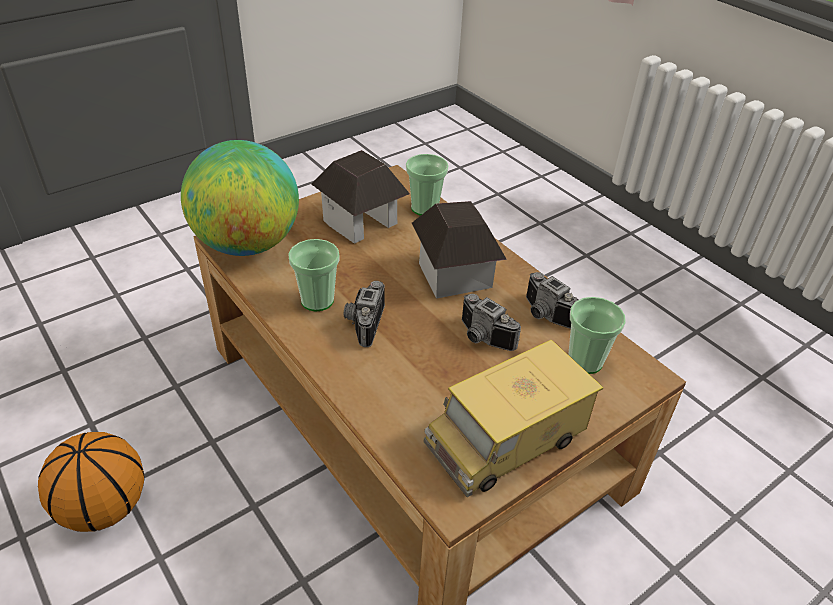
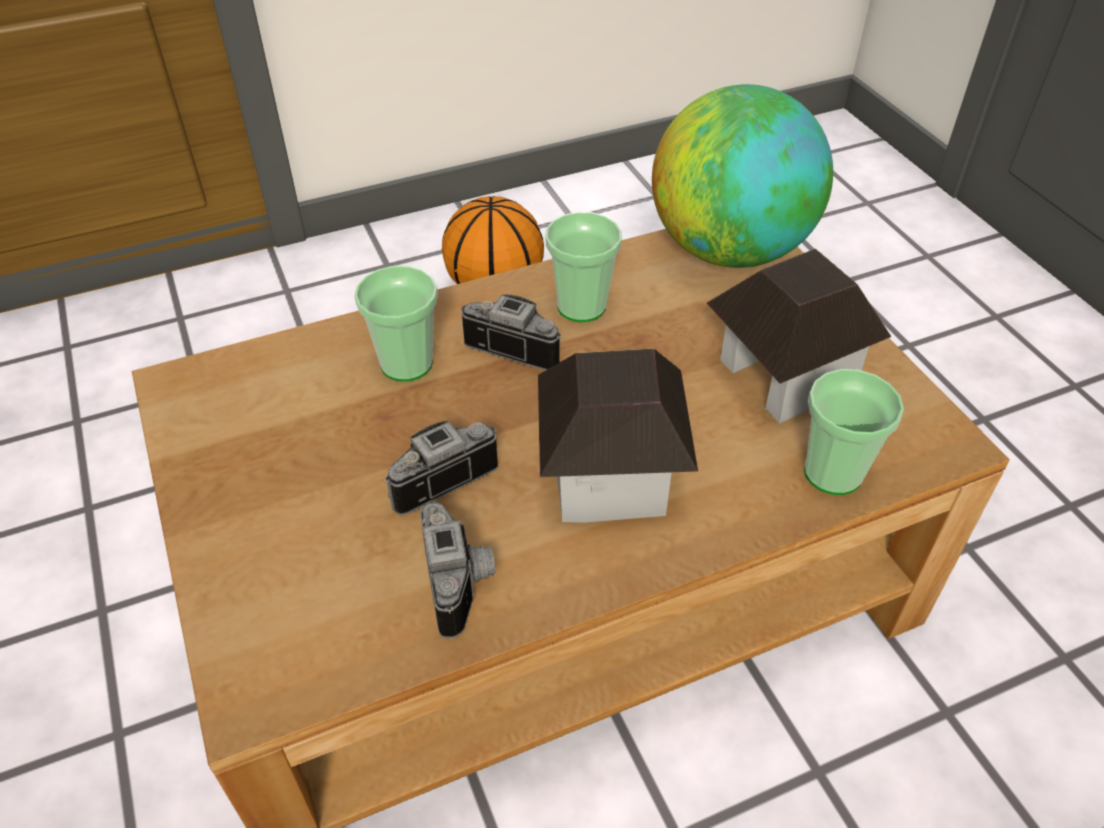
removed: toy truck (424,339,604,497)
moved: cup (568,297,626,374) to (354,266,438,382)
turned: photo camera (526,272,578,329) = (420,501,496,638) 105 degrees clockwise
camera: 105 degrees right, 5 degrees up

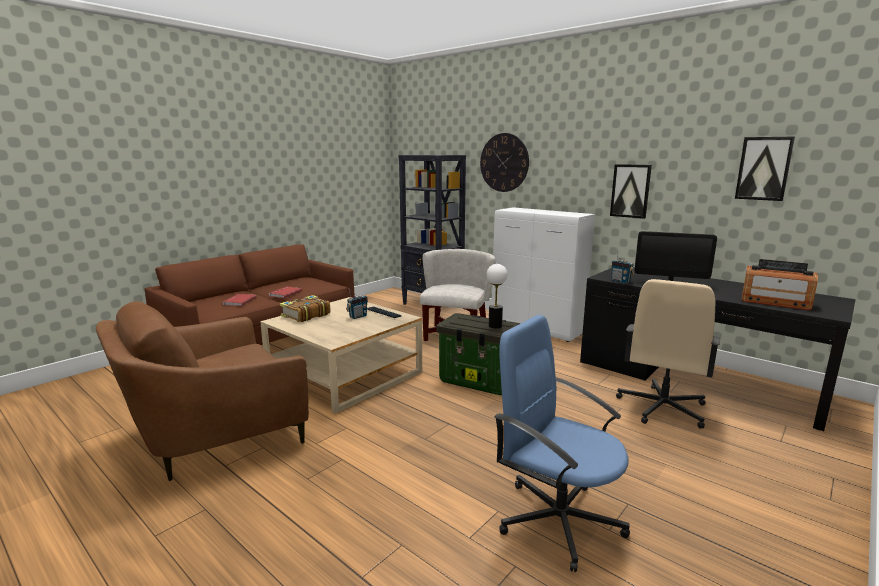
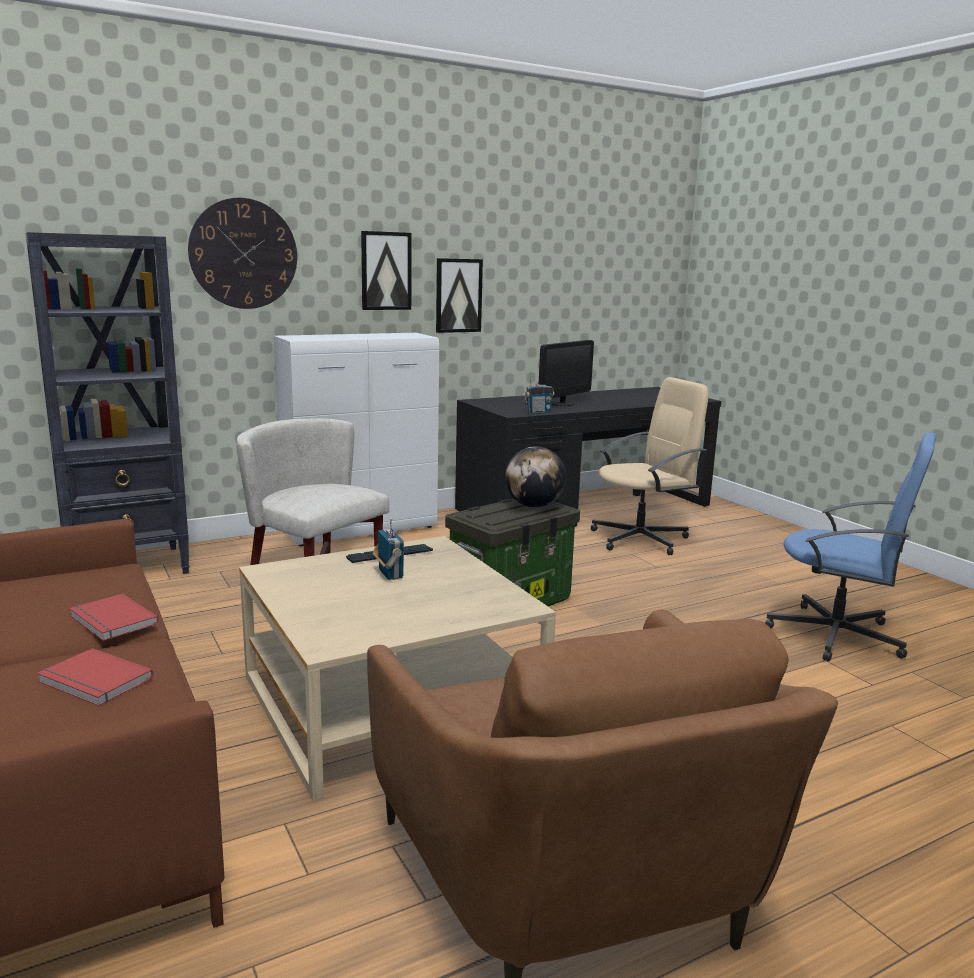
removed: book (280,295,330,322); radio (741,259,818,310)
moved: picture (735,136,795,201) to (361,231,412,310)
replaced: table lamp (486,264,507,328) to globe (505,446,566,508)
turned: beige office chair (616,279,720,429) = (591,377,708,555) 75 degrees counterclockwise; blue office chair (494,315,630,572) = (765,432,936,661) 120 degrees counterclockwise
camera: 70 degrees left, 0 degrees up

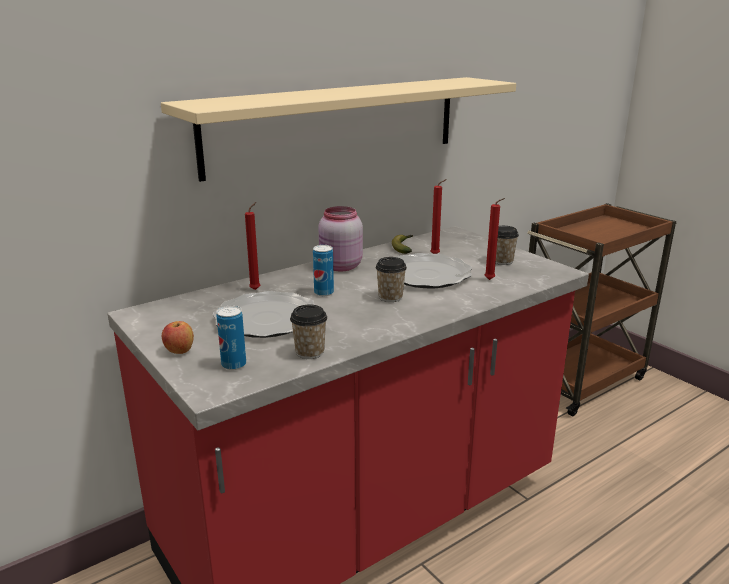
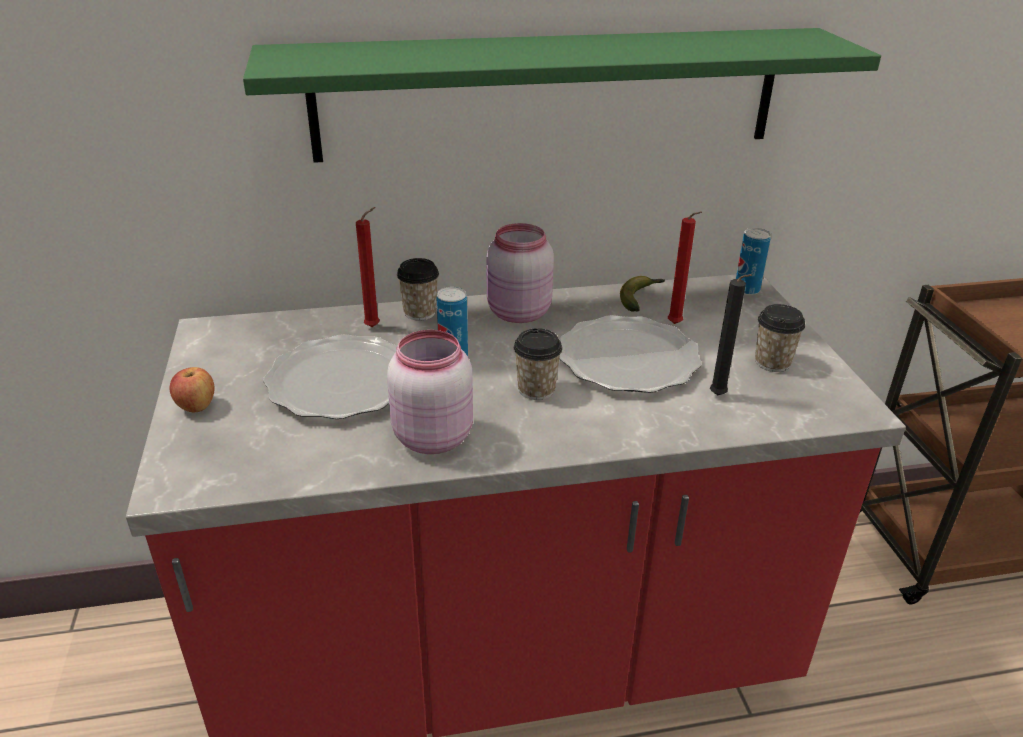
added: pink jar (387,330,473,454)
moved: cup (290,305,327,359) to (397,258,439,321); can (216,306,246,370) to (736,228,771,295)
recoloured: beige shelf (161,77,516,182) to green shelf (243,28,881,163); red candle (485,198,505,280) to black candle (710,274,752,395)
camera: 25 degrees right, 10 degrees up

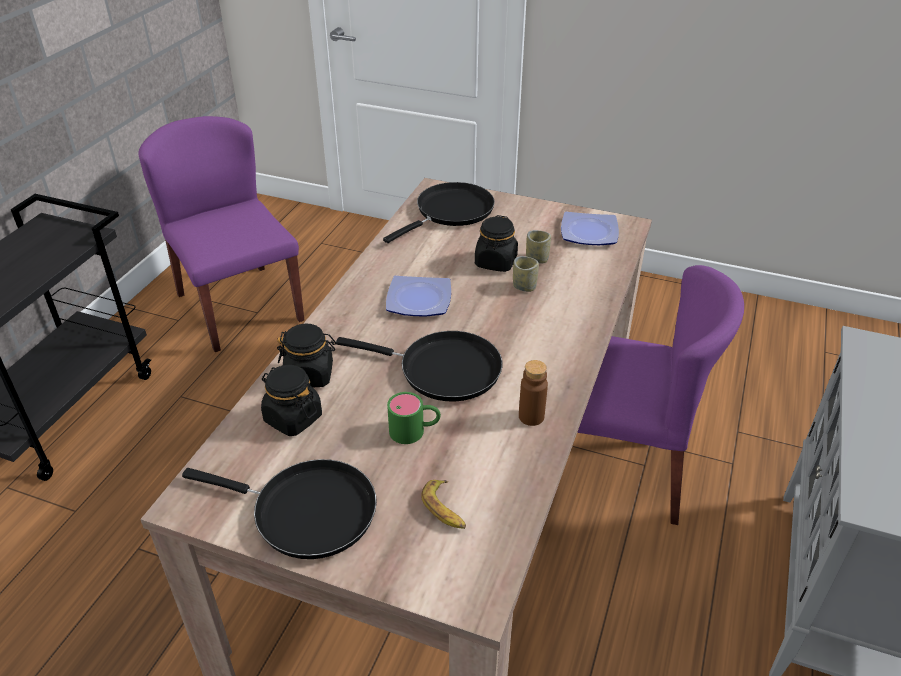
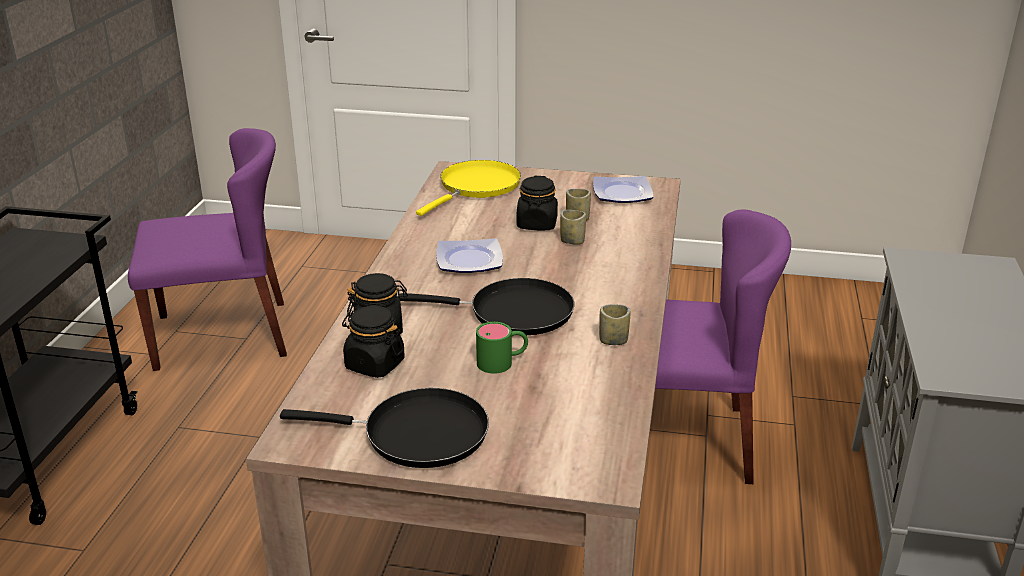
removed: banana (421,480,466,529)
replaced: brown bottle (519,360,548,426) to cup (599,304,631,345)
recoloured: black frying pan (383,182,495,243) to yellow frying pan (416,160,521,216)
turned: purple chair (138,116,304,352) = (128,128,287,371) 120 degrees clockwise
camera: 10 degrees left, 10 degrees down

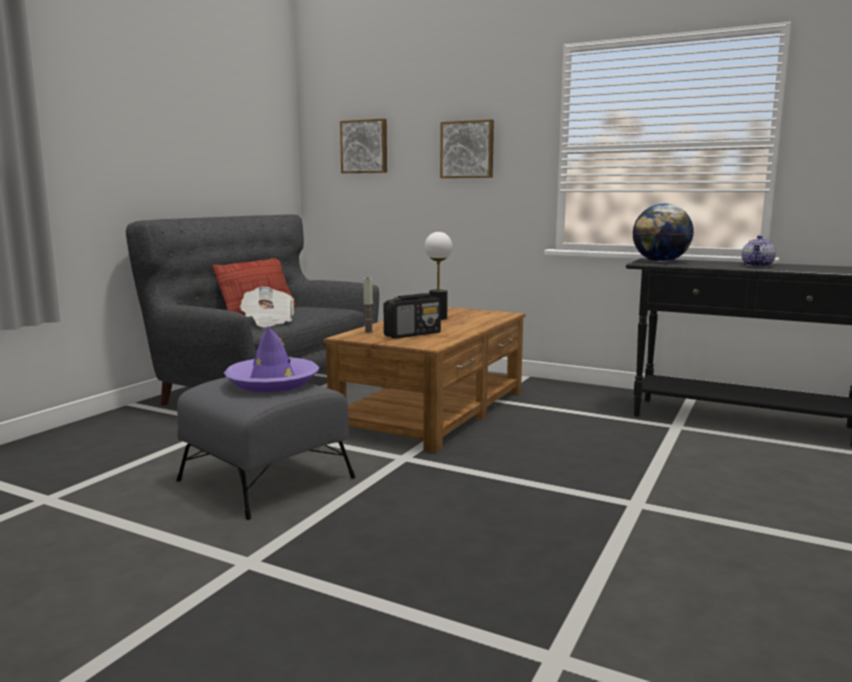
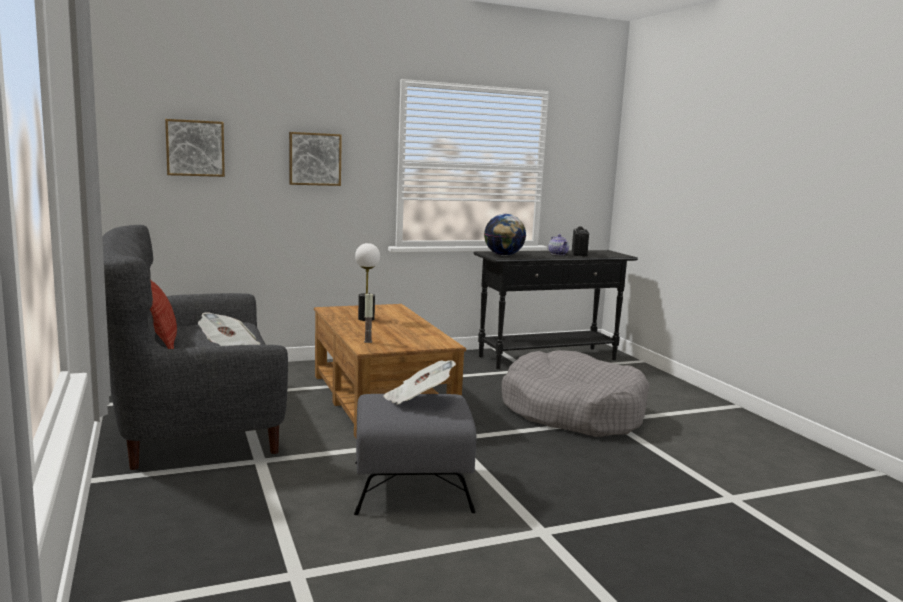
added: grey dog bed (502,350,649,437)
moved: radio (384,293,441,339) to (572,226,589,256)
replaced: purple hat (224,326,319,392) to newspaper (383,360,456,405)
camera: 50 degrees left, 0 degrees up

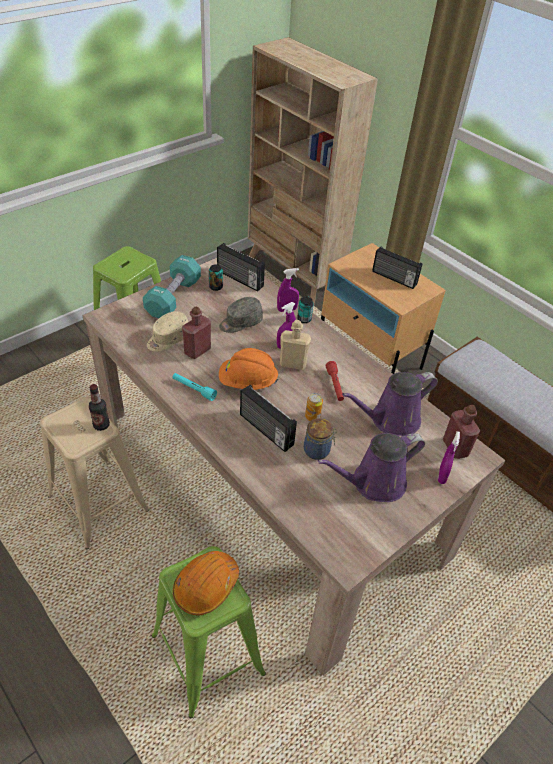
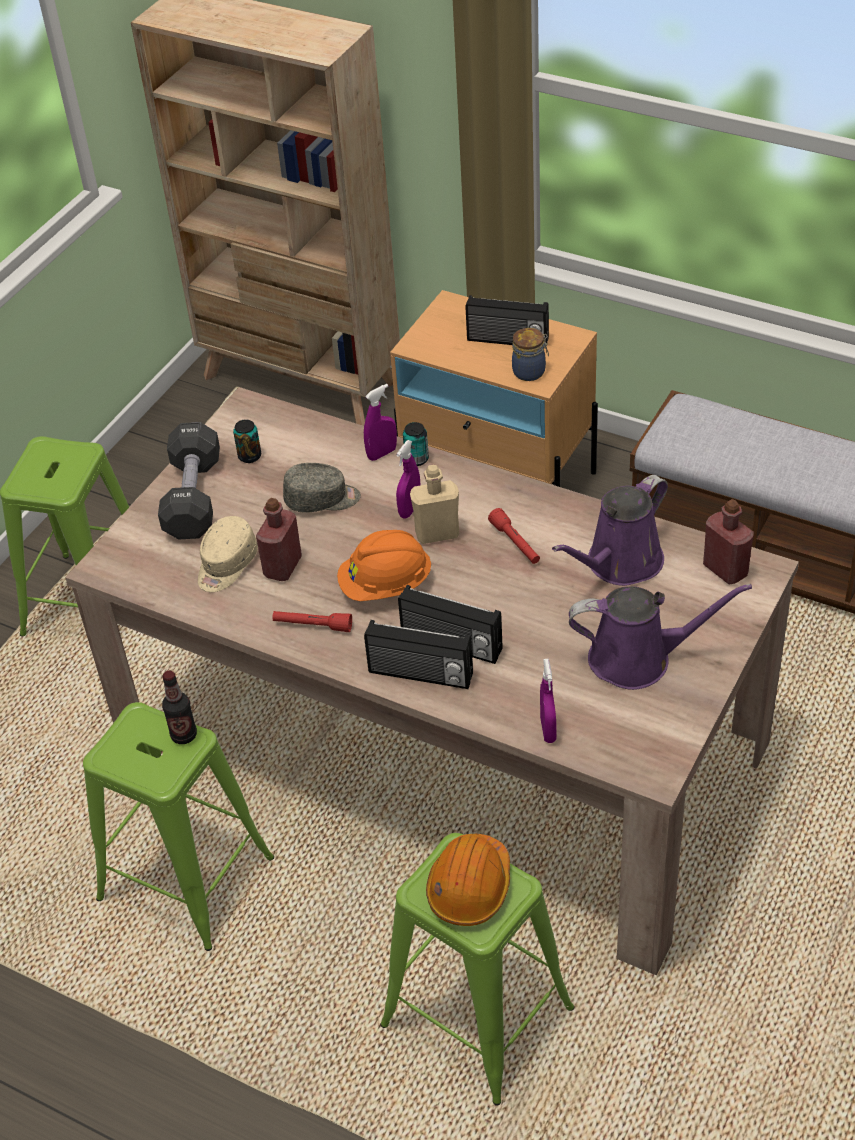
removed: can (305,393,323,421)
moved: radio (217,243,265,292) to (364,620,473,689); jar (304,418,336,460) to (512,328,549,381); purple spray bottle (438,431,460,484) to (540,659,557,743)
recoloured: beige stool (40,397,149,549) to green stool (83,702,274,951); turquoise dumbbell (143,255,201,318) to black dumbbell (158,422,220,539); turquoise flashlight (172,373,217,401) to red flashlight (272,611,352,632)
turned: grey cap (219,297,263,333) = (283,463,361,513) 135 degrees counterclockwise; purple watering can (318,433,425,502) = (569,584,752,690) 135 degrees counterclockwise
camera: 15 degrees left, 0 degrees up

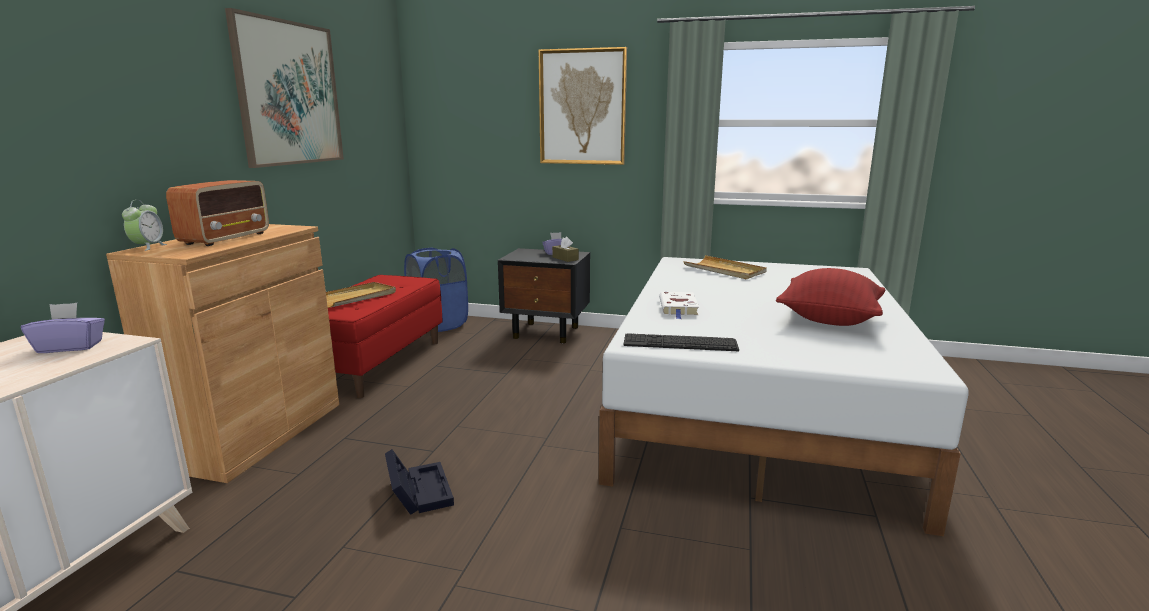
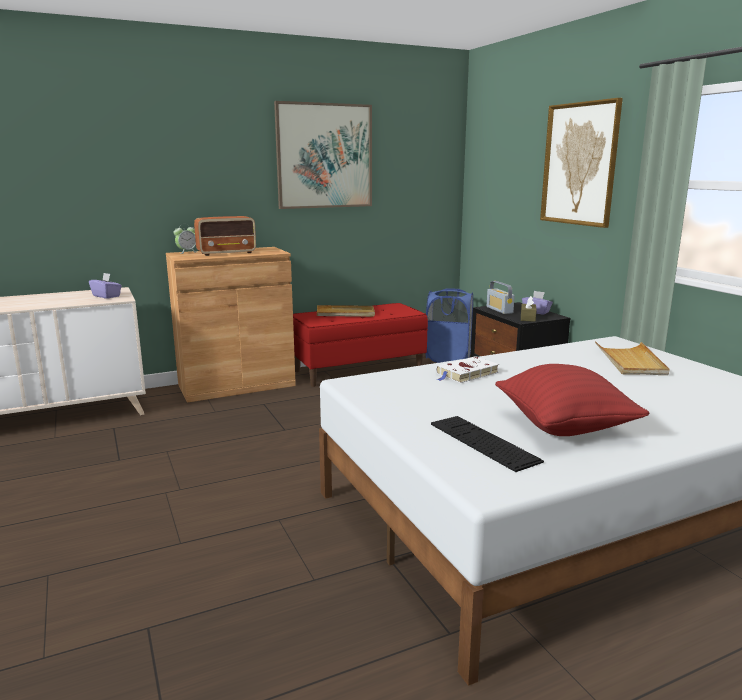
removed: black storage box (385,449,454,515)
added: radio (487,281,515,314)
moved: keyboard (623,333,739,351) to (431,416,544,472)
camera: 50 degrees right, 0 degrees up

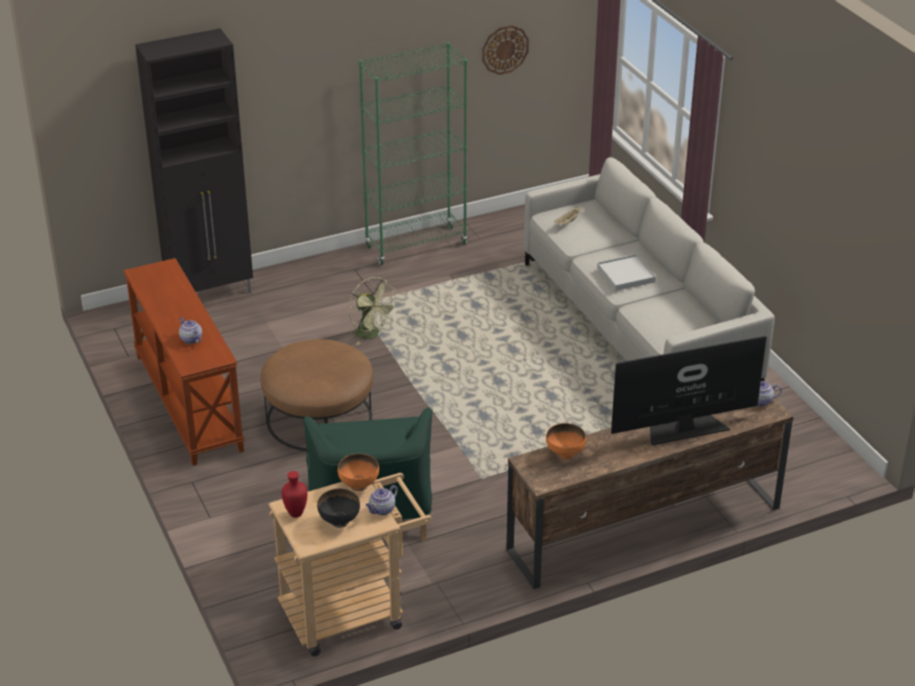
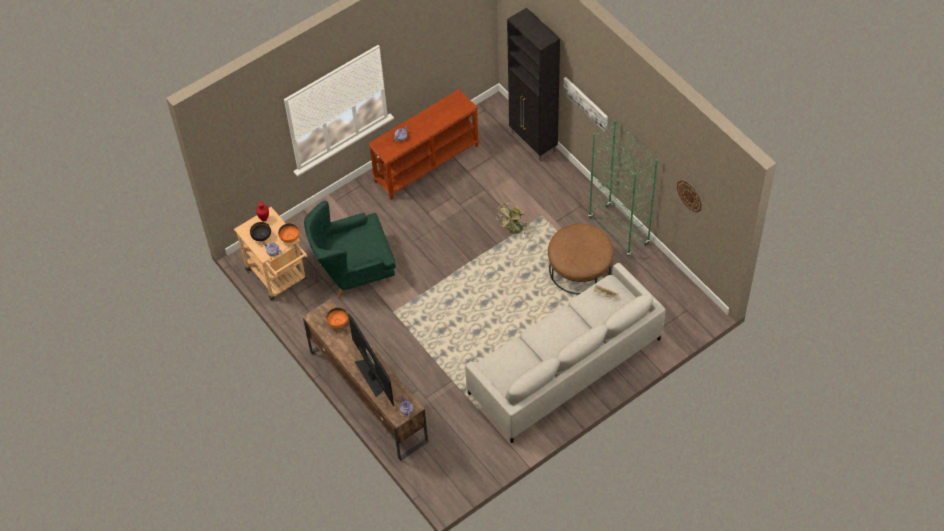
removed: white tray (597,254,656,291)
added: picture (563,77,608,132)
moved: brown ottoman (260,339,373,451) to (548,224,614,295)
camera: 80 degrees right, 20 degrees up

